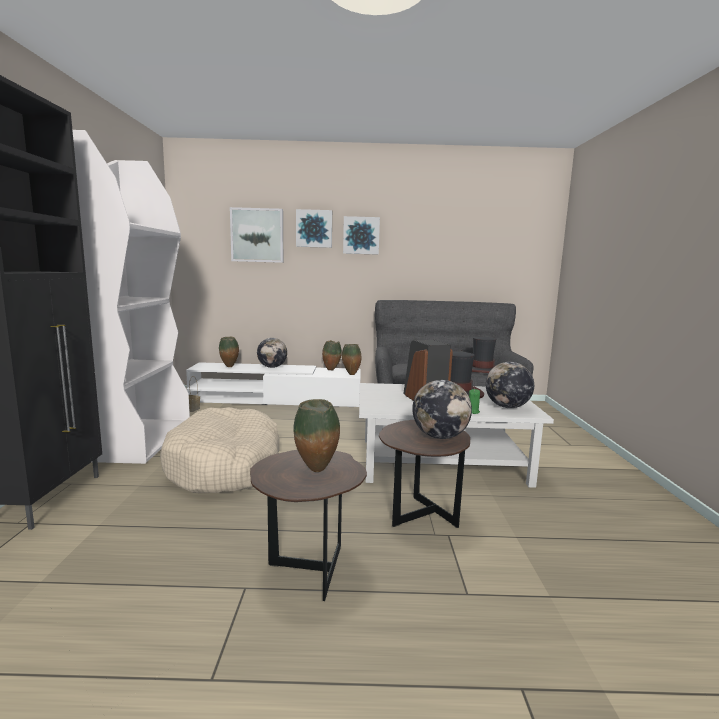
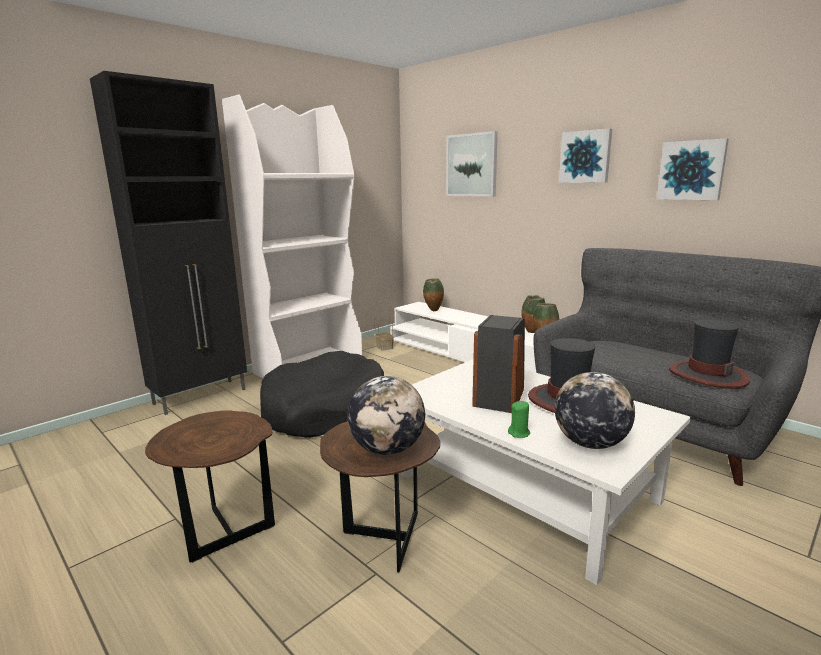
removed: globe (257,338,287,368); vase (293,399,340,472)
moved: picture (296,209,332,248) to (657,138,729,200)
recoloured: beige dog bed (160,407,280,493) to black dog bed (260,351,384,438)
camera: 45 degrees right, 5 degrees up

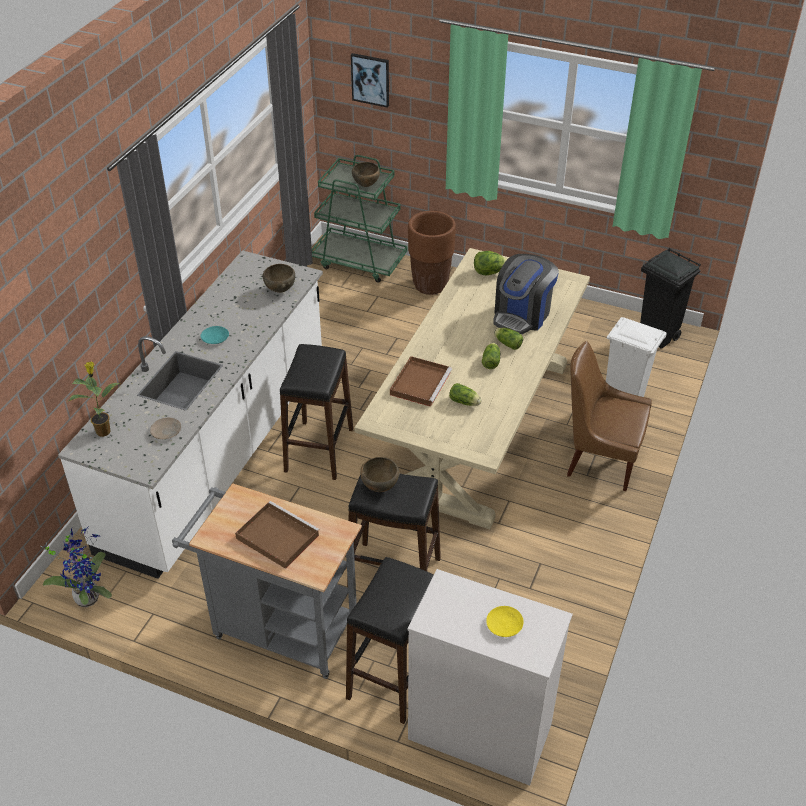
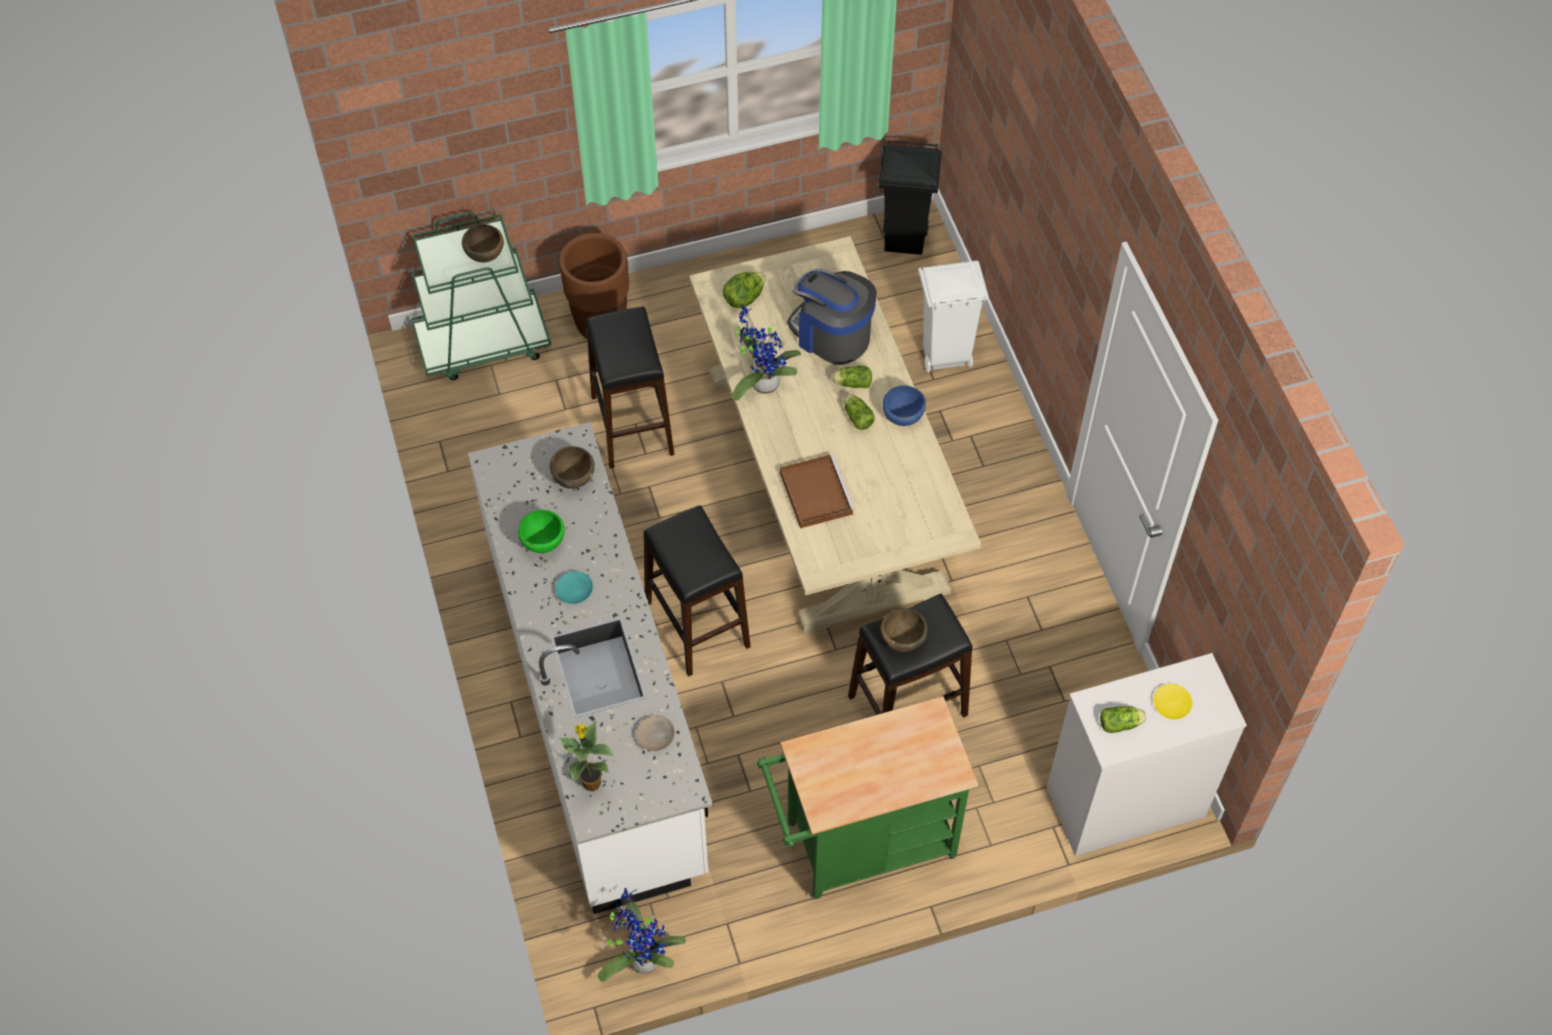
removed: brown tray (235,501,320,569); picture (351,53,389,108); brown chair (567,341,652,491)
added: green bowl (518,510,565,553); potted plant (732,305,801,400); blue bowl (883,385,926,426)
moved: black stool (346,557,434,724) to (586,307,674,469); lettuce (449,383,481,406) to (1100,706,1146,733)
recoloured: grey cart (172,483,362,679) to green cart (757,696,978,899)
turned: coffee machine (493,254,559,334) = (787,269,877,365) 135 degrees clockwise
camera: 40 degrees left, 15 degrees up

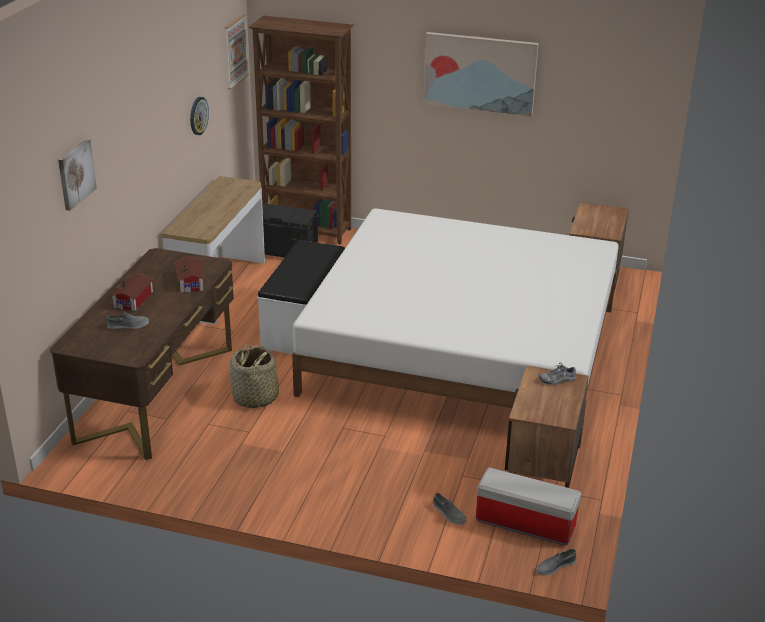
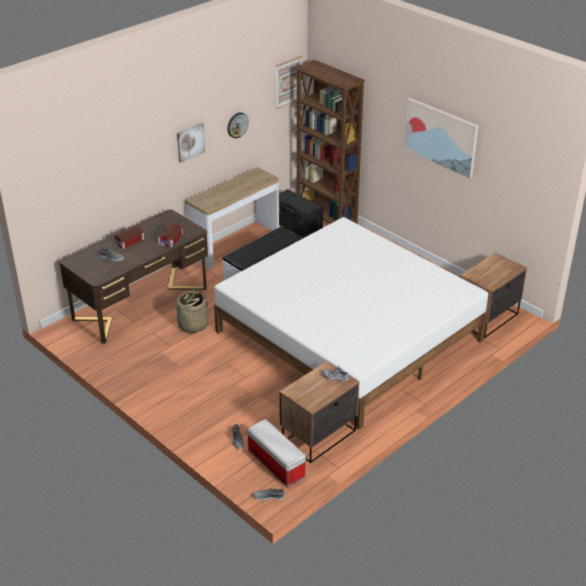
moved: picture (58,139,97,211) to (177,123,205,163)
camera: 30 degrees right, 5 degrees up

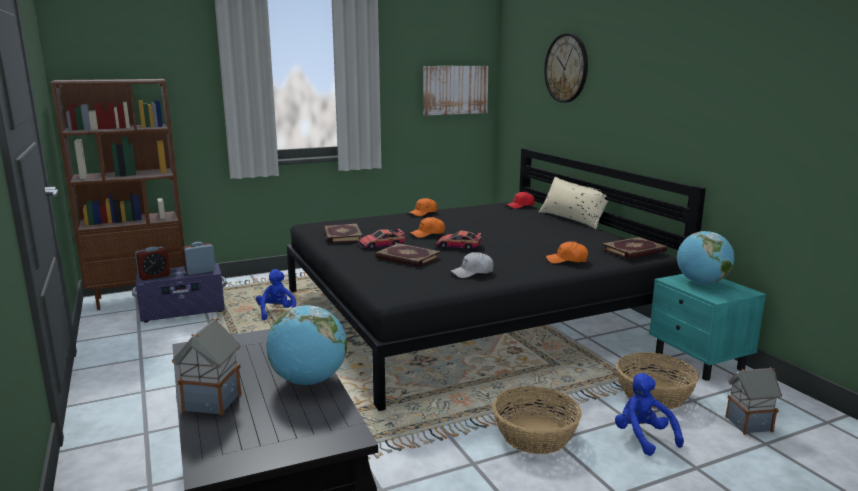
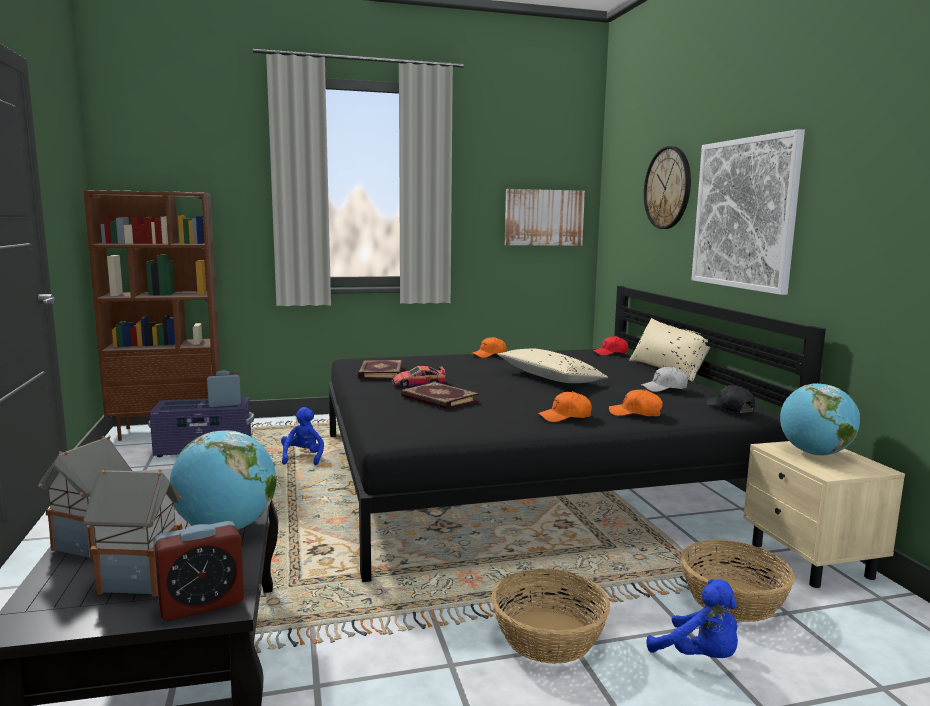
removed: toy car (435,231,482,250)
added: beige pillow (497,349,608,383); picture (691,129,805,295)
moved: toy house (725,367,782,435) to (83,468,183,596); alarm clock (135,247,170,280) to (154,521,244,621); orange cap (410,217,445,238) to (538,391,592,422); white cap (451,252,494,278) to (641,366,688,392)
replaced: book (601,237,667,259) to black cap (706,385,755,413)
recoloured: turquoise nightstand (649,274,766,381) to beige nightstand (743,441,905,588)
turned: blue plush toy (615,373,684,456) = (647,579,738,658) 150 degrees clockwise
camera: 10 degrees right, 5 degrees down

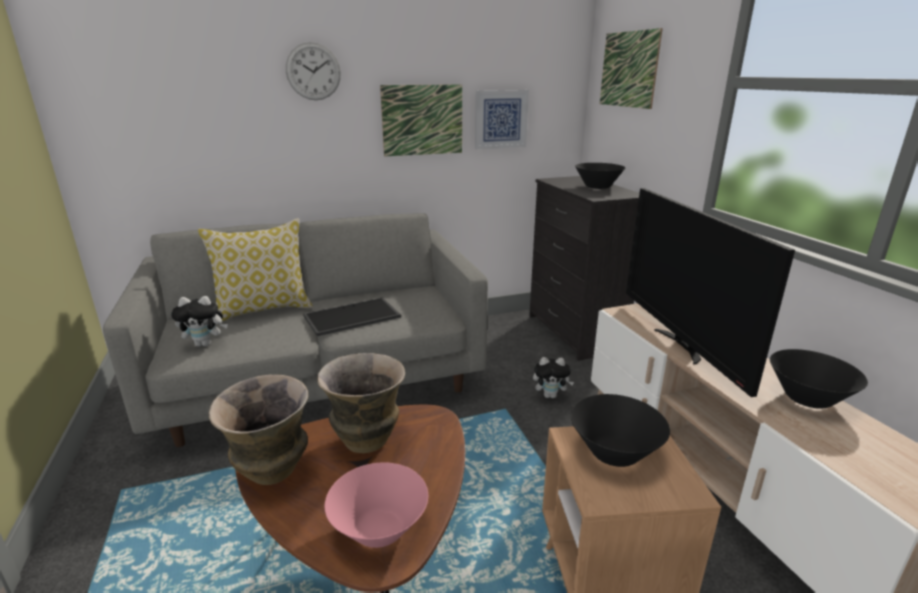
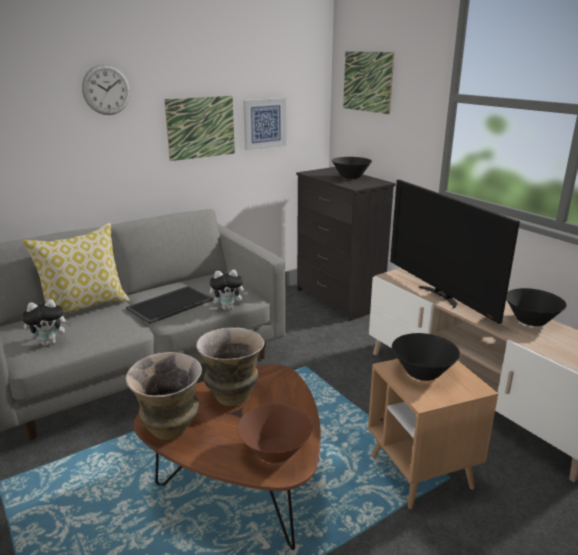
moved: plush toy (533,357,574,398) to (210,270,248,310)
recoloured: pink bowl (325,462,428,548) to brown bowl (237,404,313,463)
camera: 15 degrees left, 0 degrees up

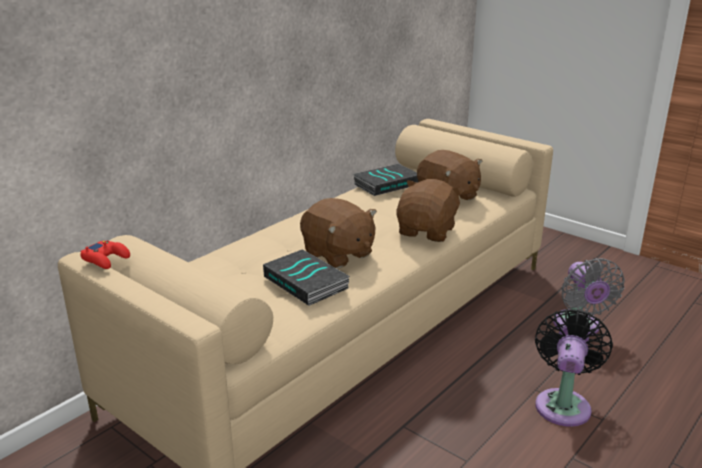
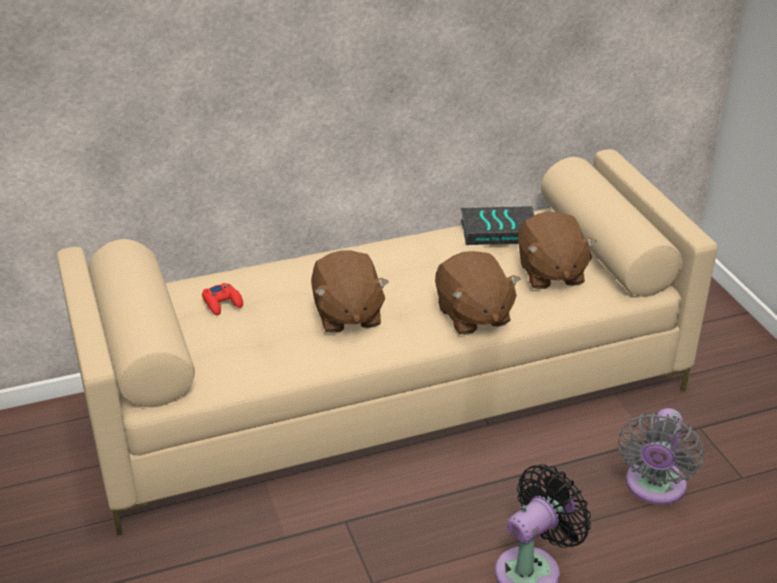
removed: book (263,249,350,306)
moved: red game controller (80,241,130,269) to (202,283,243,315)
turned: brown plush toy (396,179,464,242) = (435,251,520,335) 105 degrees clockwise
camera: 30 degrees right, 10 degrees up

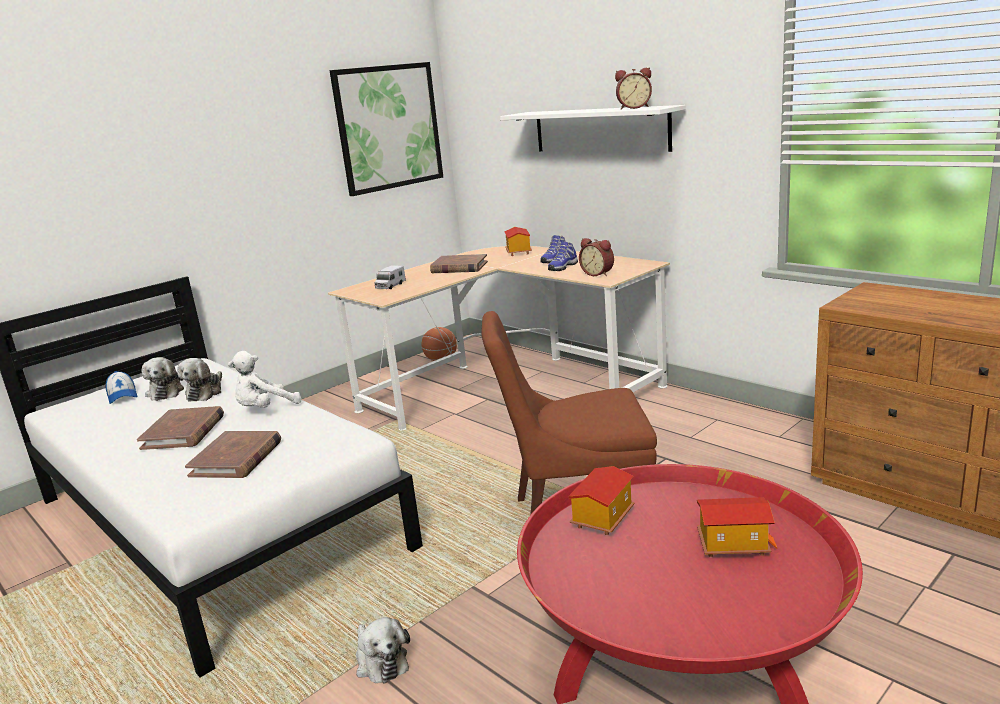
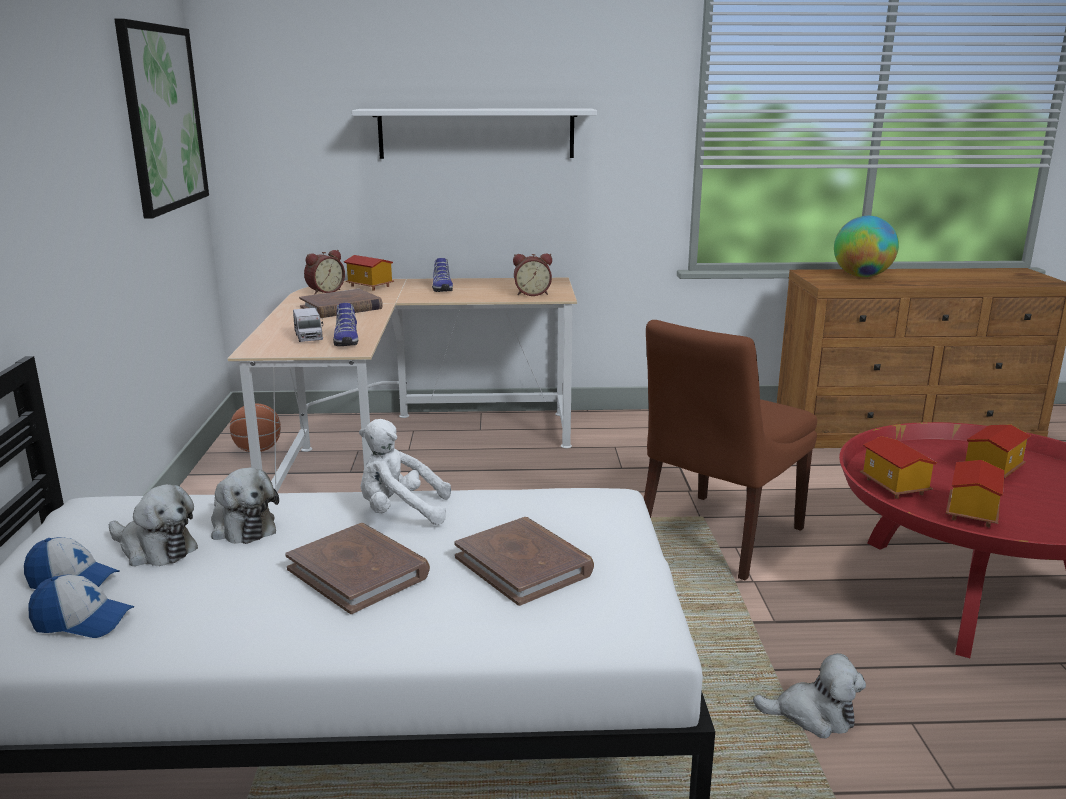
added: cap (28,574,134,638); globe (834,216,899,277); toy house (946,460,1005,527)
moved: alarm clock (615,67,652,110) to (304,250,345,295); shoe (548,241,578,271) to (333,303,358,346)
turned: white plush toy (228,351,302,408) = (359,419,451,525) 90 degrees clockwise
camera: 50 degrees left, 0 degrees up

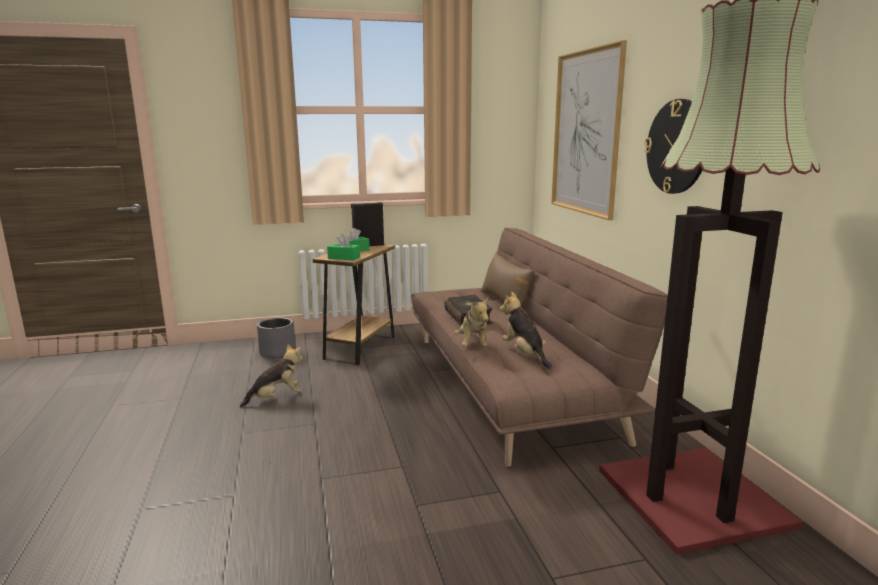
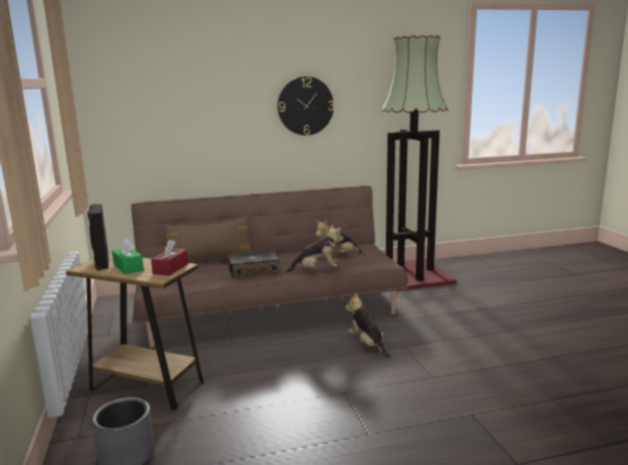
removed: picture (551,40,627,220)
moved: plush toy (240,344,303,408) to (345,293,390,358)
recoloured: green tissue box (327,234,360,261) to red tissue box (151,239,188,276)
camera: 90 degrees left, 0 degrees up

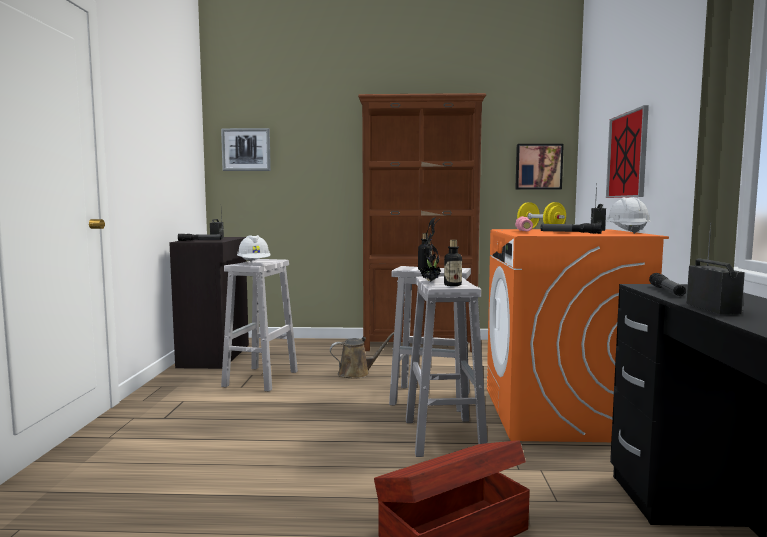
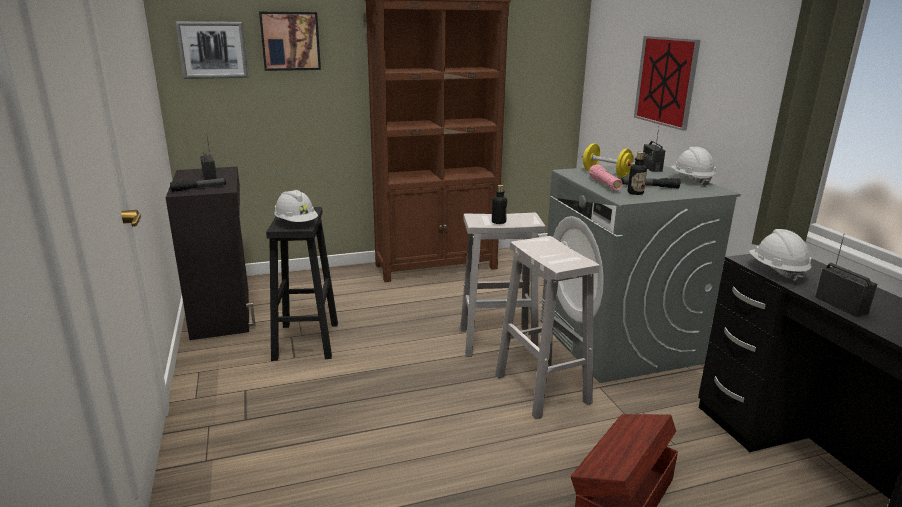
removed: brown watering can (330,332,394,379); potted plant (420,217,443,282)
moved: picture (515,144,564,190) to (259,12,321,71); bottle (444,240,462,286) to (628,152,647,195)
replaced: flashlight (649,273,686,296) to white hard hat (749,229,811,283)
recoloured: white stool (221,259,298,392) to black stool (266,207,338,361); orange washing machine (487,229,669,442) to grey washing machine (541,165,741,383)
camera: 20 degrees left, 15 degrees up

